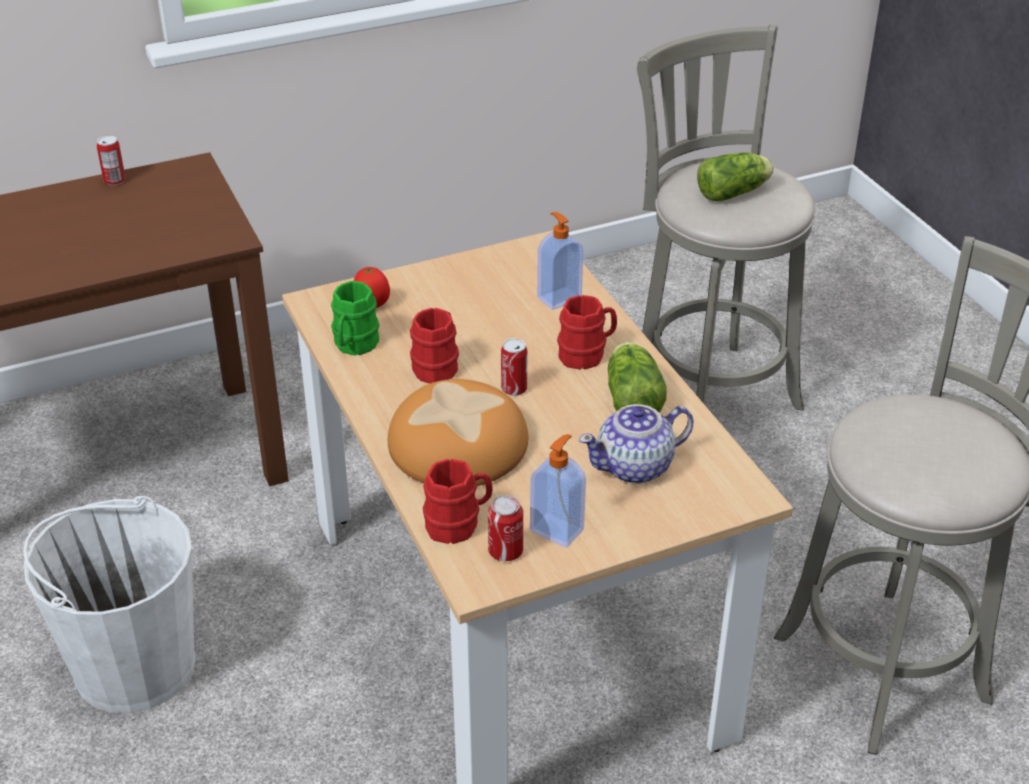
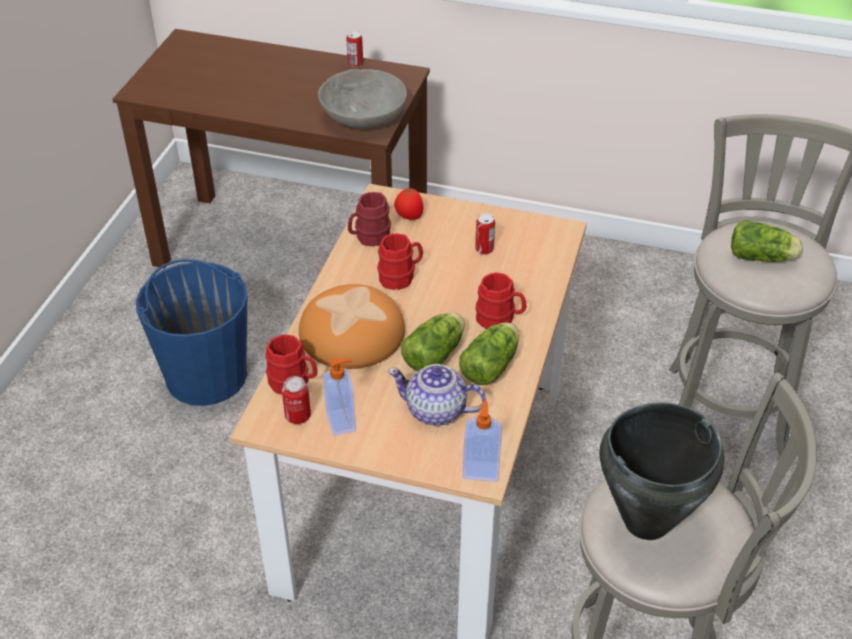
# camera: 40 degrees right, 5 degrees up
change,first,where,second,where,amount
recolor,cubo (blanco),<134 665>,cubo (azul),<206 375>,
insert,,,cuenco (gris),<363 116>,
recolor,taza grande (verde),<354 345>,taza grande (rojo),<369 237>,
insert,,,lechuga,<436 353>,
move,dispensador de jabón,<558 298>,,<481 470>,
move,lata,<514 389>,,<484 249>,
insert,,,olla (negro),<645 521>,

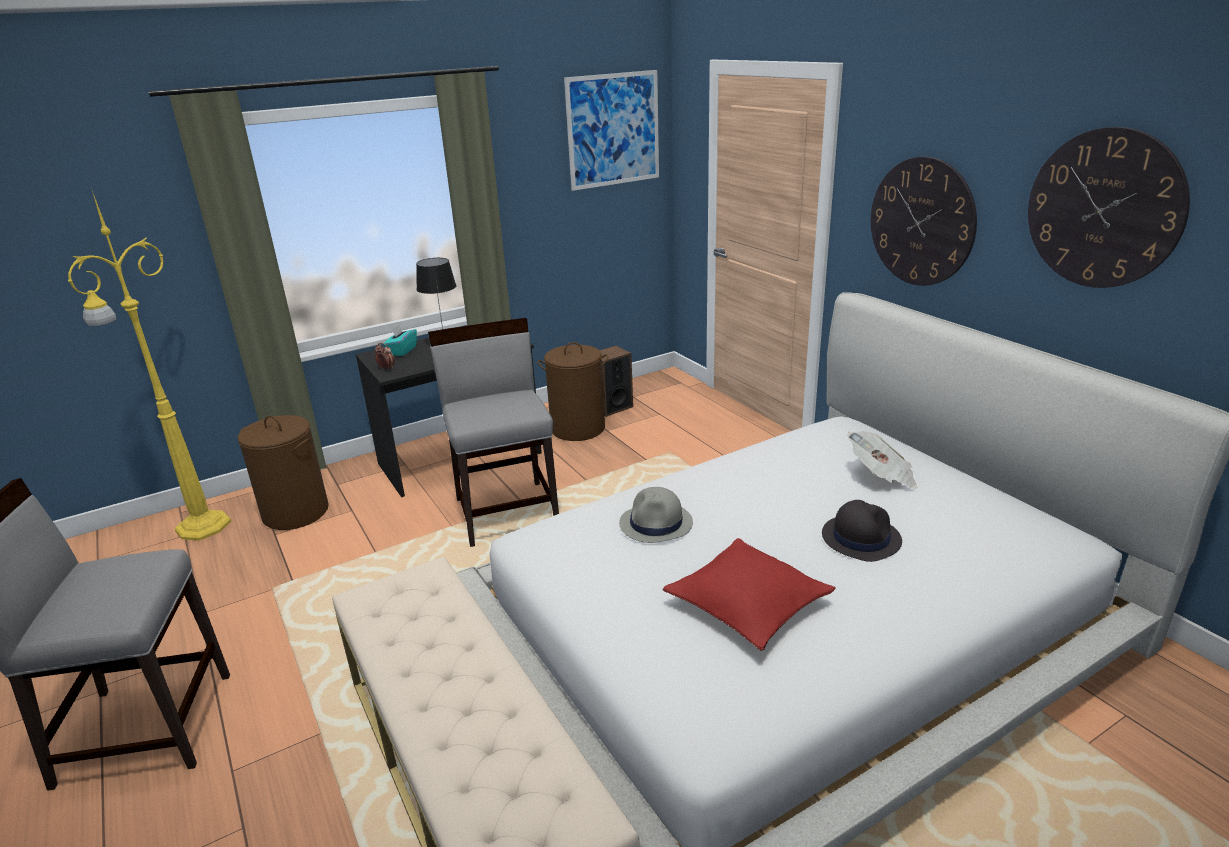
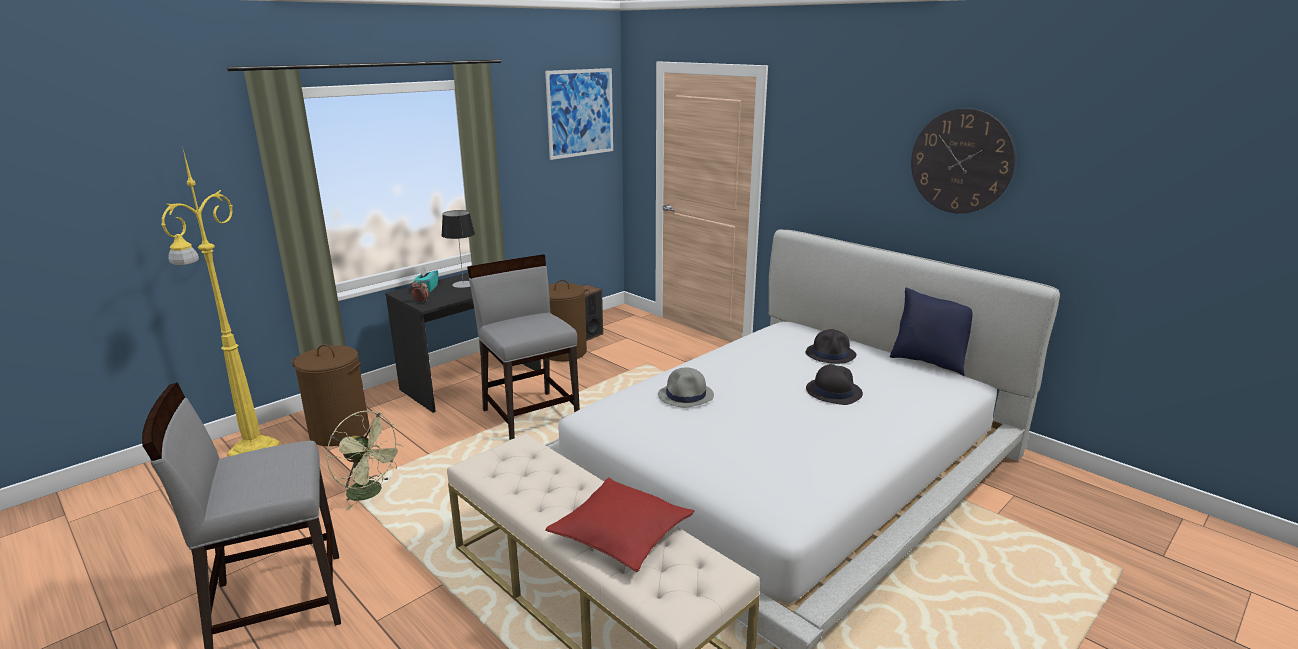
# camera: 15 degrees left, 5 degrees down
change,first,where,second,where,amount
insert,,,ventilador (verde),<371 493>,
move,cojín (rojo),<748 604>,,<621 534>,
replace,periódico,<881 476>,sombrero (negro),<831 354>,
insert,,,cojín (azul),<928 362>,
delete,reloj de pared,<921 222>,,,

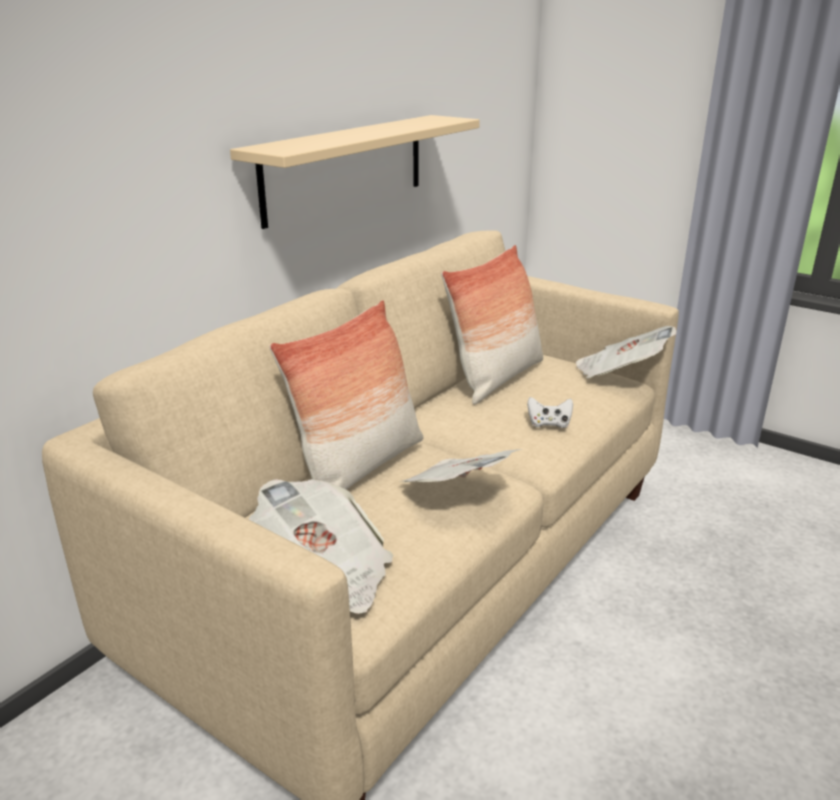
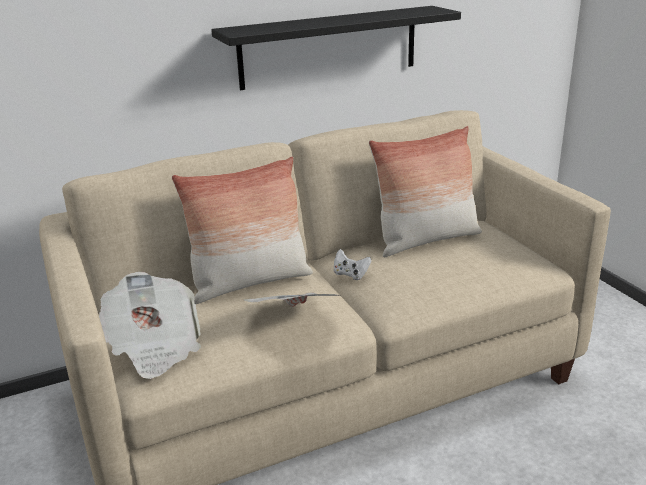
# camera: 30 degrees right, 0 degrees up
change,first,where,second,where,amount
recolor,estante (beis),<345 168>,estante (negro),<329 47>,
move,mando de consola (blanco),<549 424>,,<350 274>,
delete,periódico,<619 373>,,,

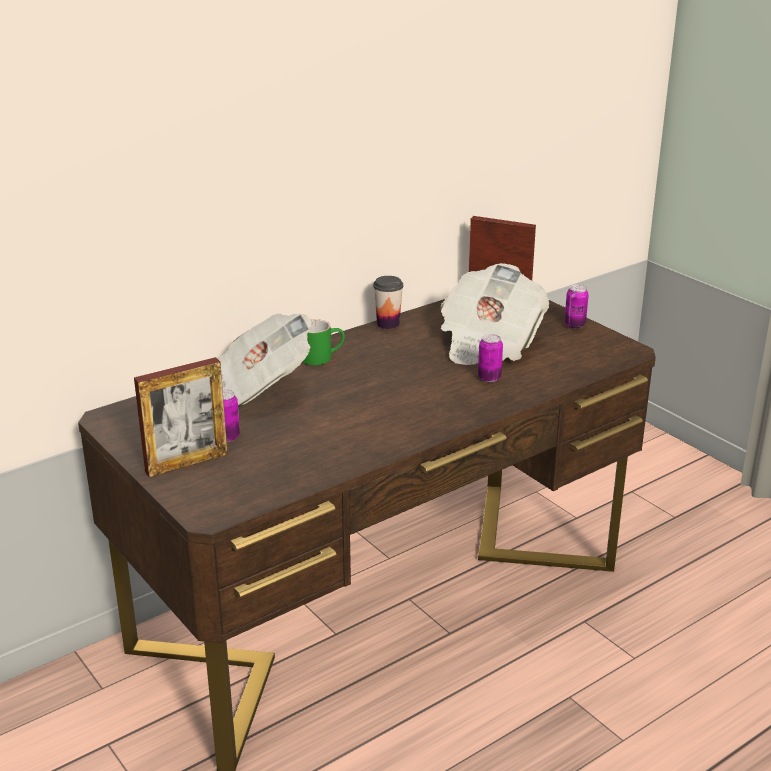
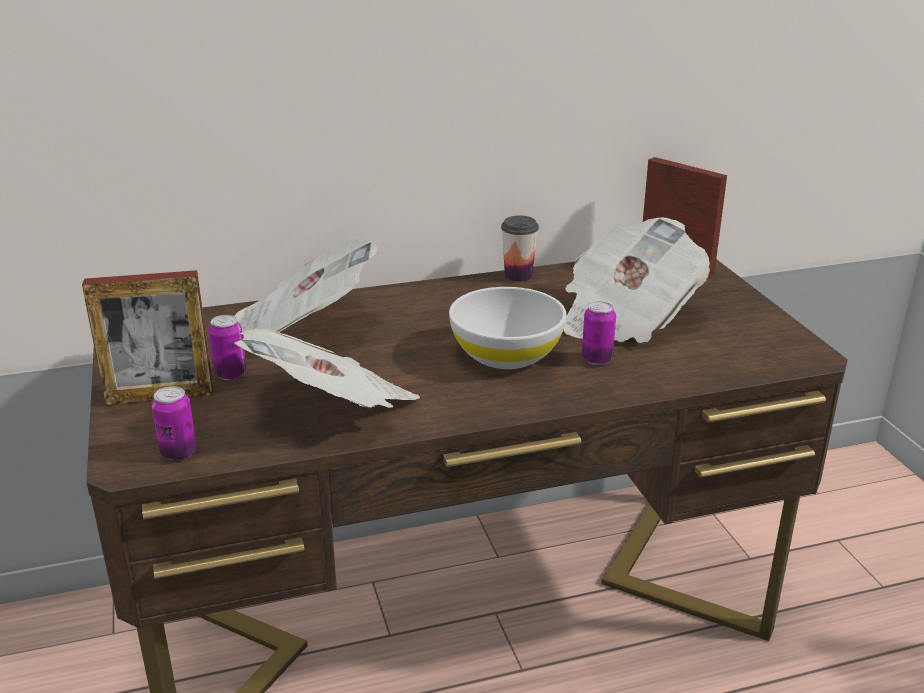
# camera: 20 degrees right, 0 degrees up
change,first,where,second,where,amount
move,lata,<574 325>,,<178 452>,
insert,,,periódico,<333 409>,
insert,,,cuenco (blanco),<507 354>,
delete,taza grande (verde),<321 357>,,,

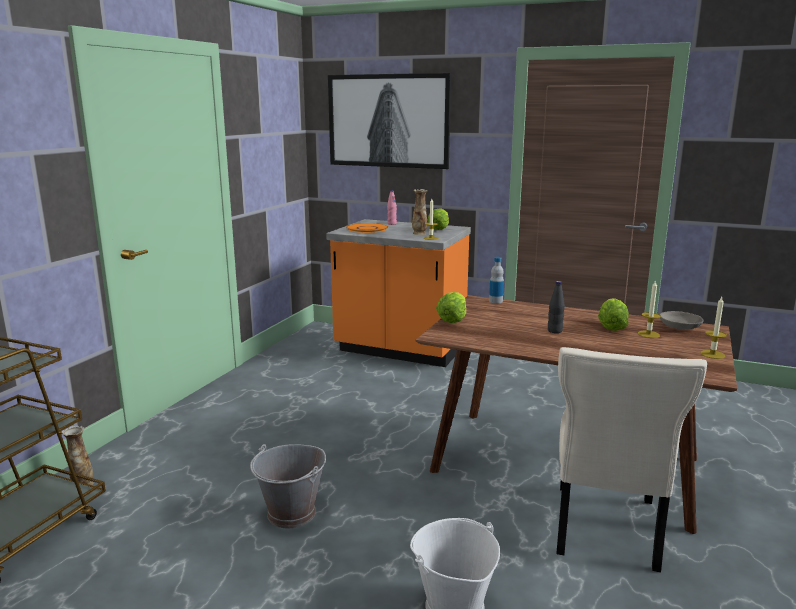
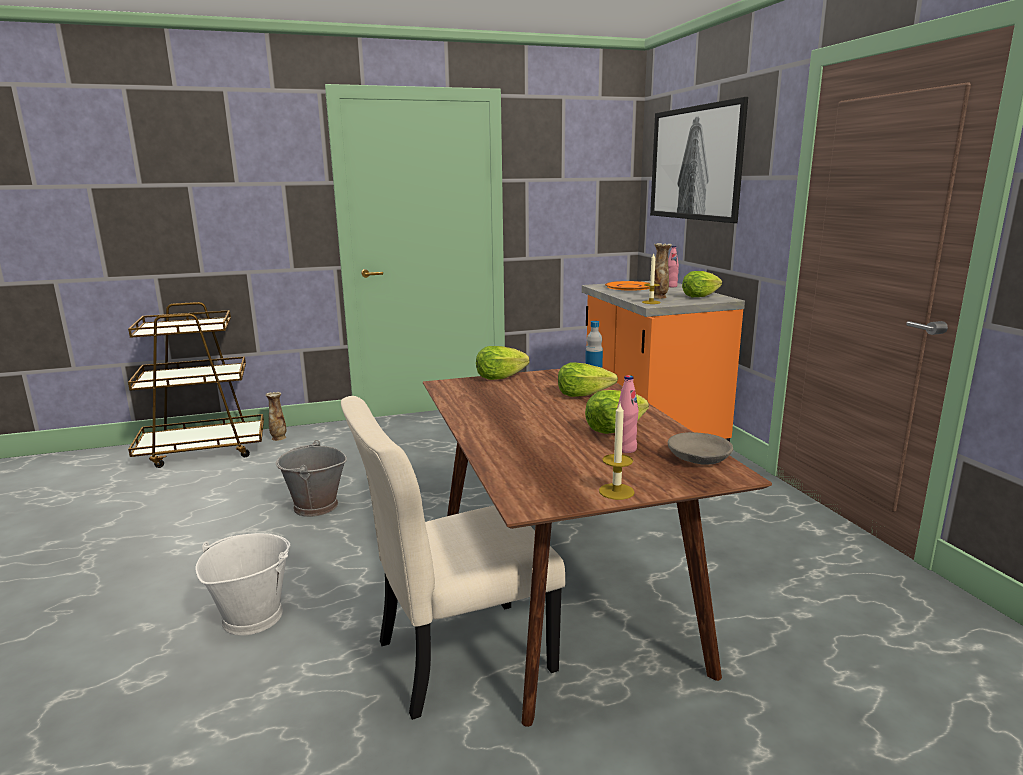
# camera: 50 degrees right, 0 degrees up
change,first,where,second,where,amount
insert,,,lechuga,<583 394>,
replace,vela,<648 334>,botella (rosa),<626 449>,
delete,botella (negro),<554 331>,,,

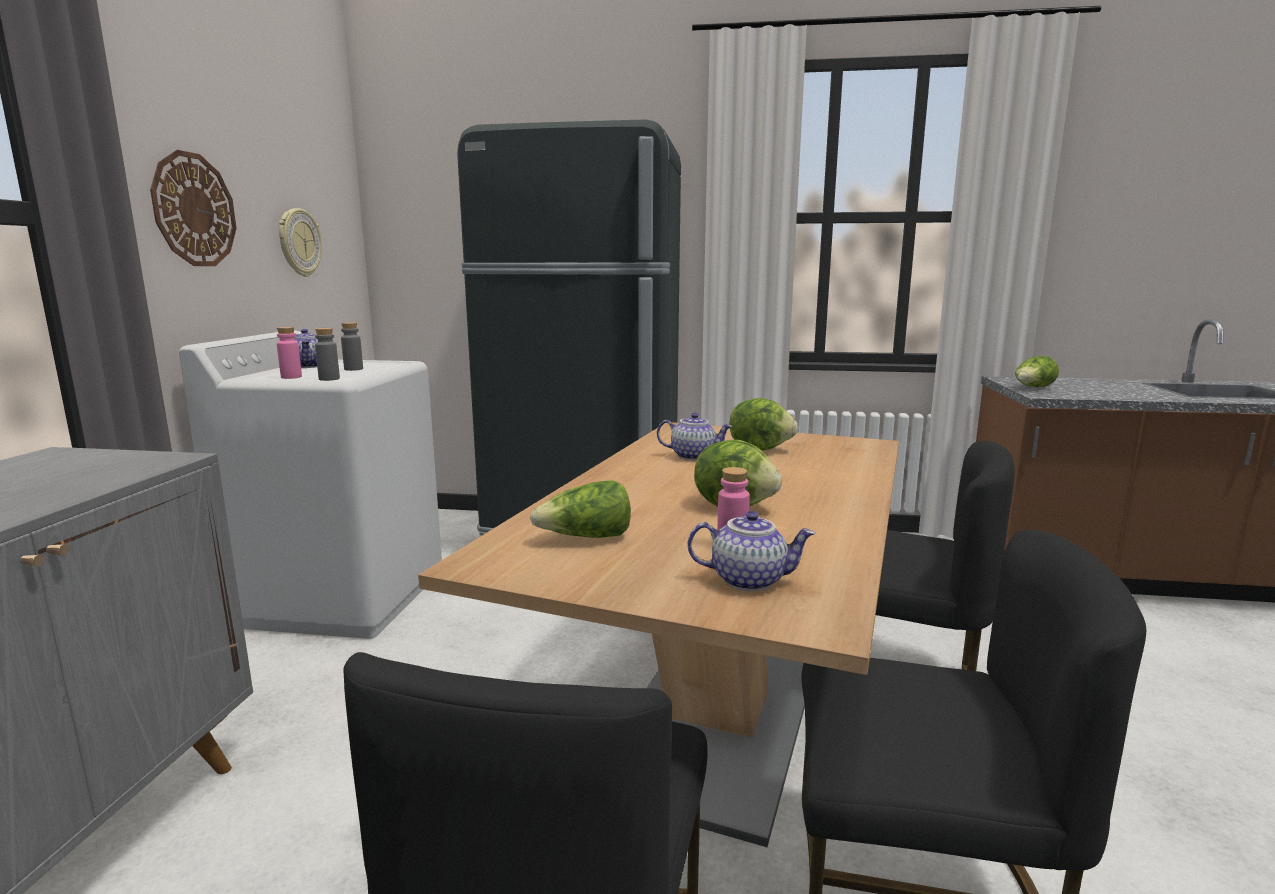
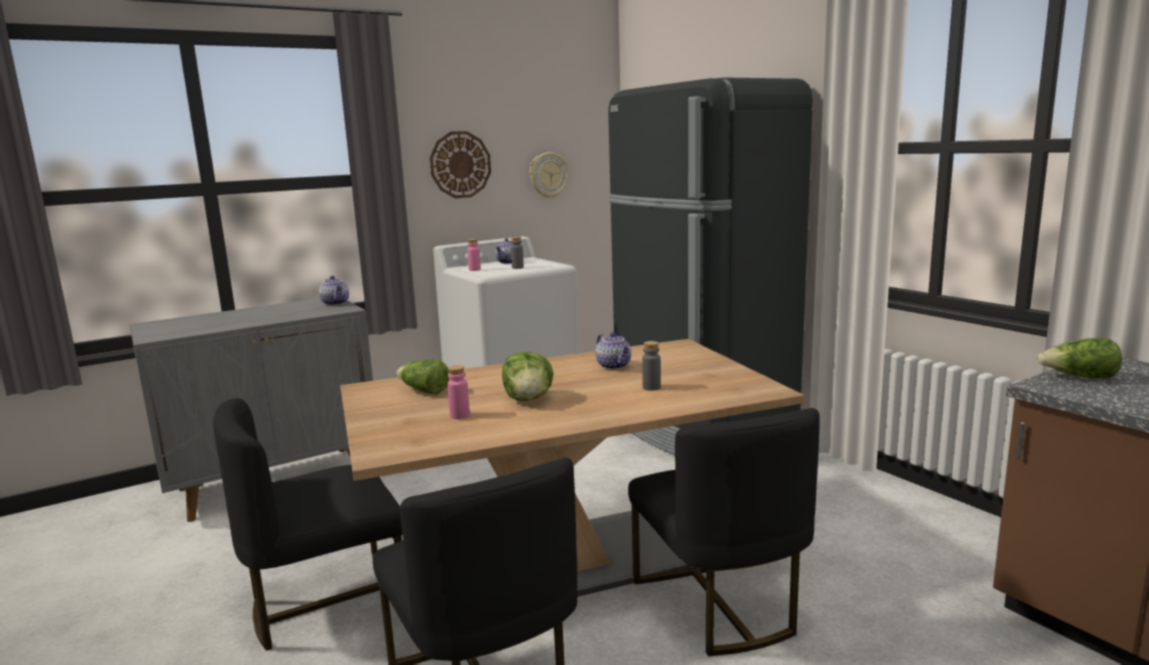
# camera: 50 degrees right, 0 degrees up
change,first,where,second,where,amount
move,tetera,<749 580>,,<336 303>,
move,botella (gris),<329 379>,,<651 387>,
delete,lechuga,<760 449>,,,

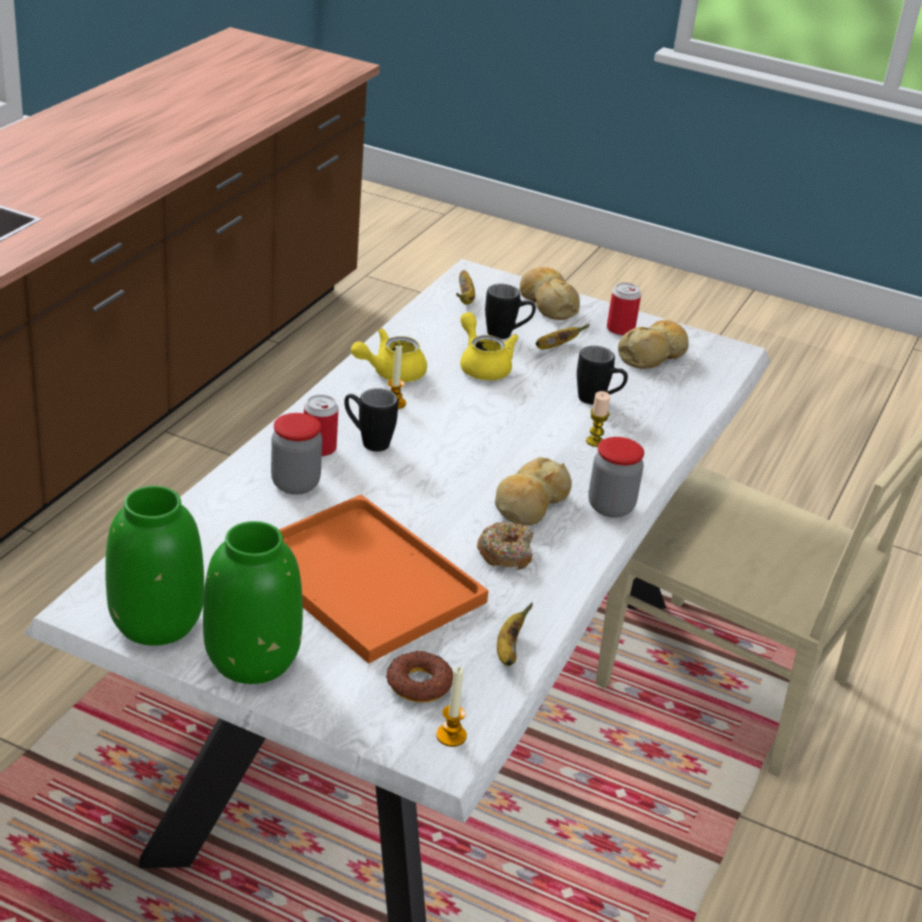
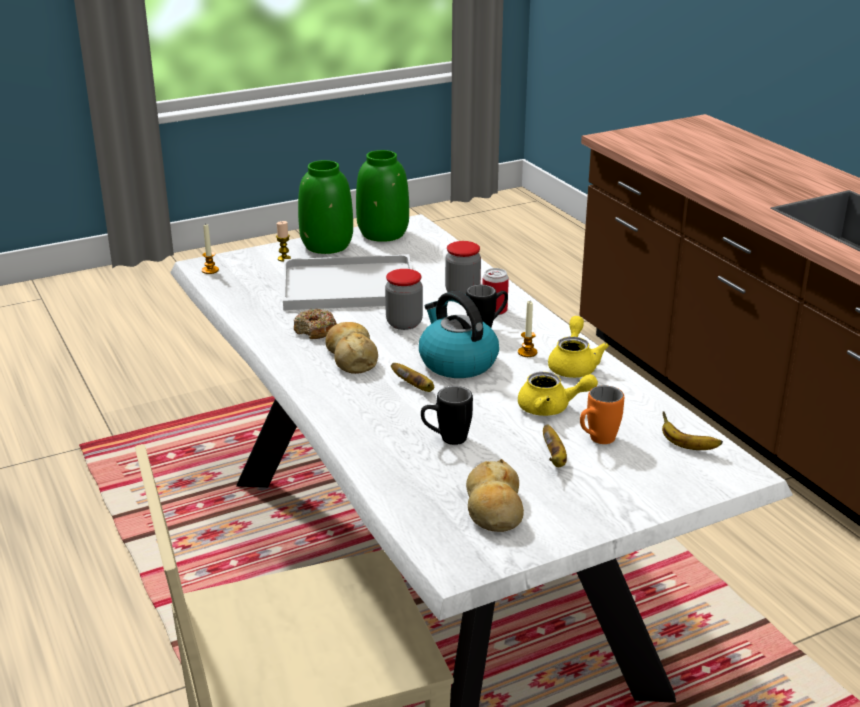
# camera: 130 degrees right, 5 degrees down
change,first,where,second,where,amount
move,vela,<595 441>,,<284 258>,
recolor,bandeja (naranja),<359 578>,bandeja (blanco),<351 285>,
move,tarro,<610 507>,,<404 323>,
move,plátano,<508 649>,,<415 387>,
insert,,,hervidor,<456 362>,
recolor,taza grande (negro),<507 335>,taza grande (naranja),<596 441>,
delete,rosquilla,<419 684>,,,
delete,pan,<548 303>,,,
delete,lata,<620 330>,,,

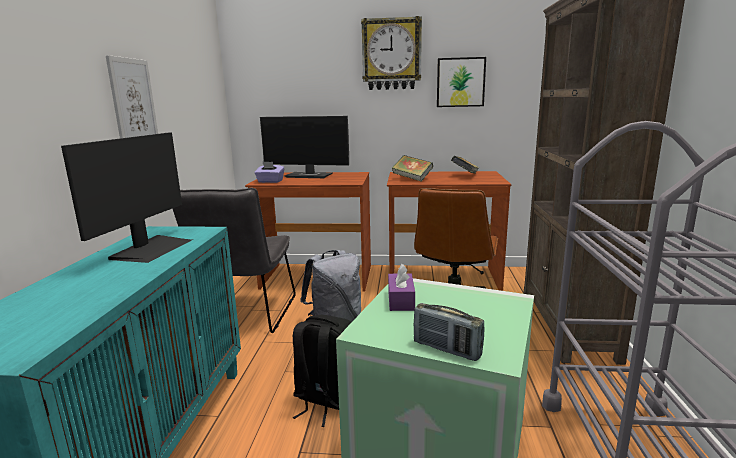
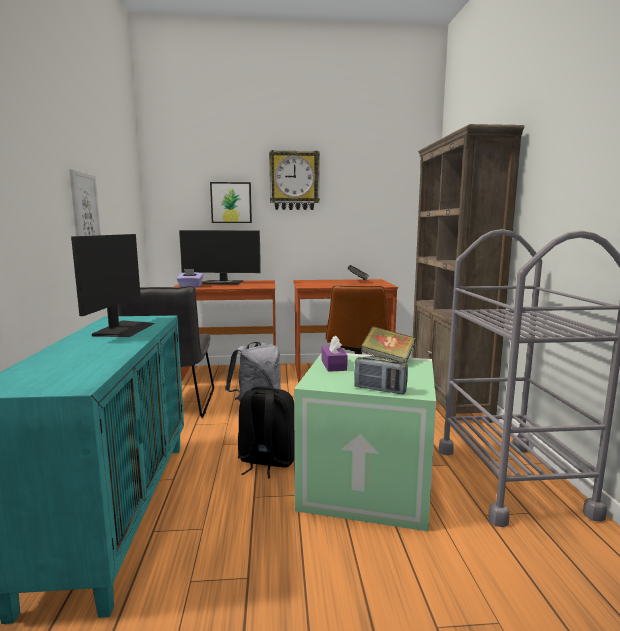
# camera: 10 degrees left, 5 degrees down
change,first,where,second,where,amount
move,cuadro,<460 82>,,<231 203>,
move,libro,<412 179>,,<388 359>,

